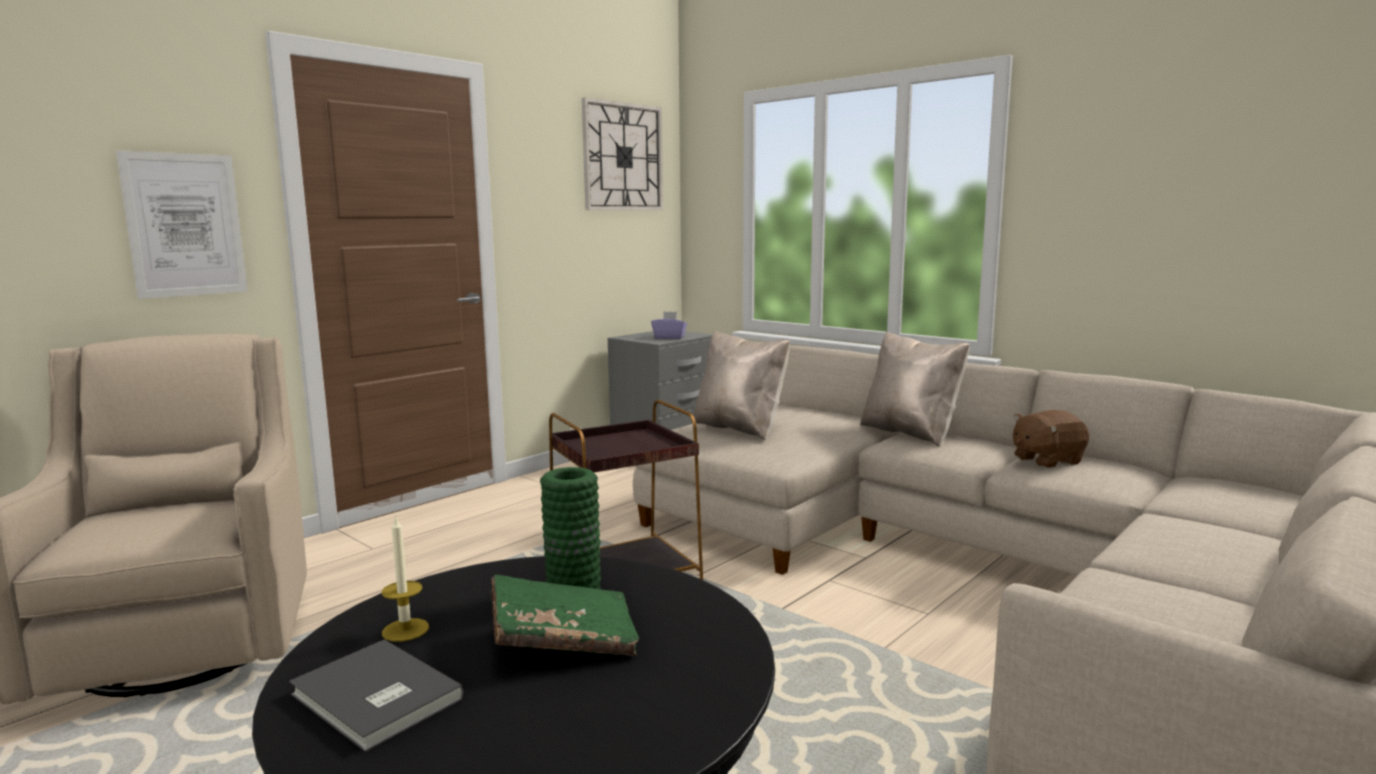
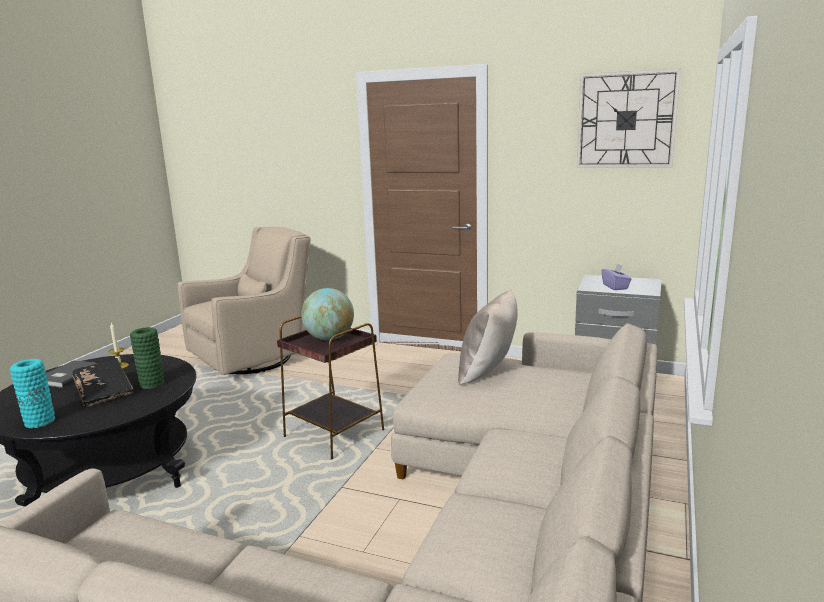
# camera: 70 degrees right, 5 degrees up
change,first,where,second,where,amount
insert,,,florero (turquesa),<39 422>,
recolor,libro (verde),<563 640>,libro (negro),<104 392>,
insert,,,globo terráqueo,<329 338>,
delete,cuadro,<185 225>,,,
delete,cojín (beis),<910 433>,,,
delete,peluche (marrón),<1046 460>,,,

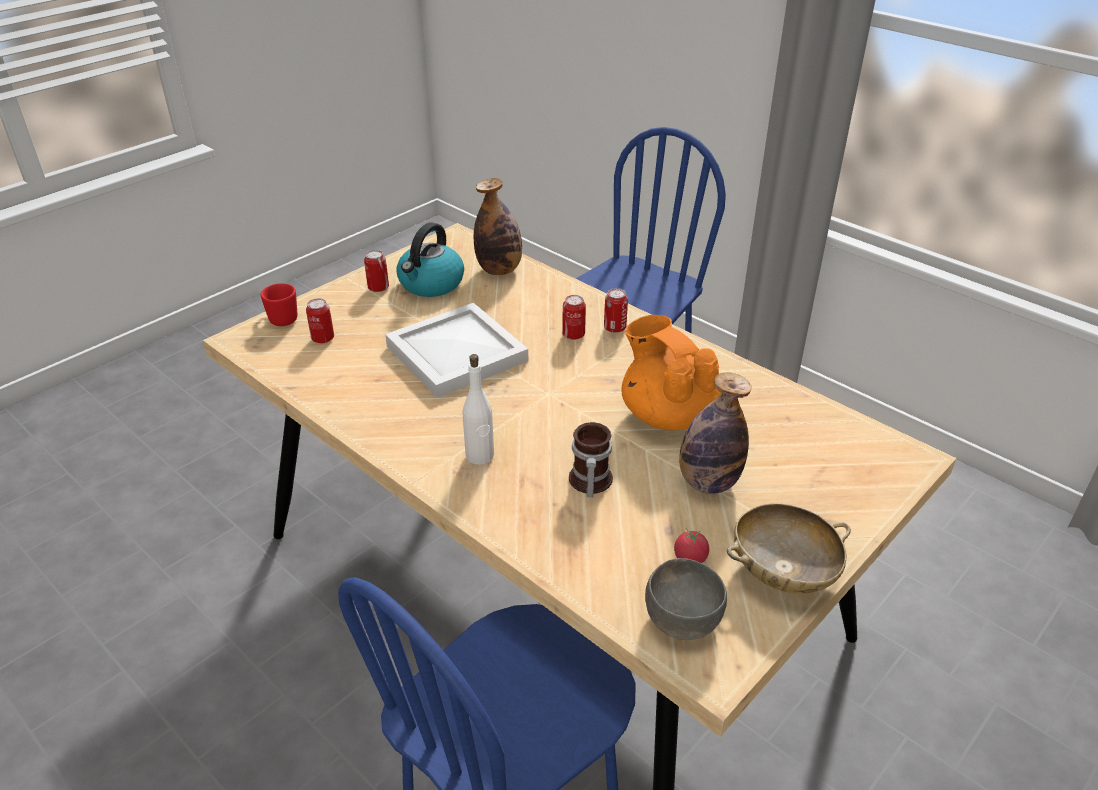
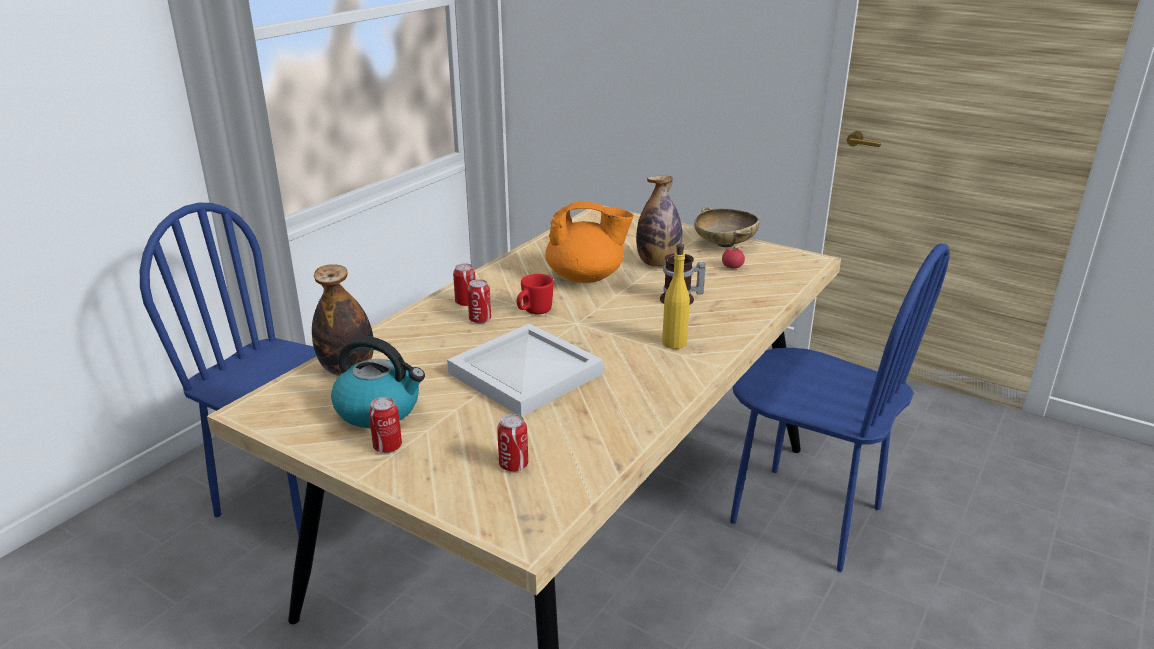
# camera: 100 degrees left, 10 degrees down
change,first,where,second,where,amount
move,taza grande (rojo),<281 318>,,<534 312>,
rotate,tetera (naranja),<668 414>,,<586 277>,135 degrees counterclockwise
recolor,botella (blanco),<480 456>,botella (amarillo),<674 343>,
delete,cuenco (gris),<682 618>,,,

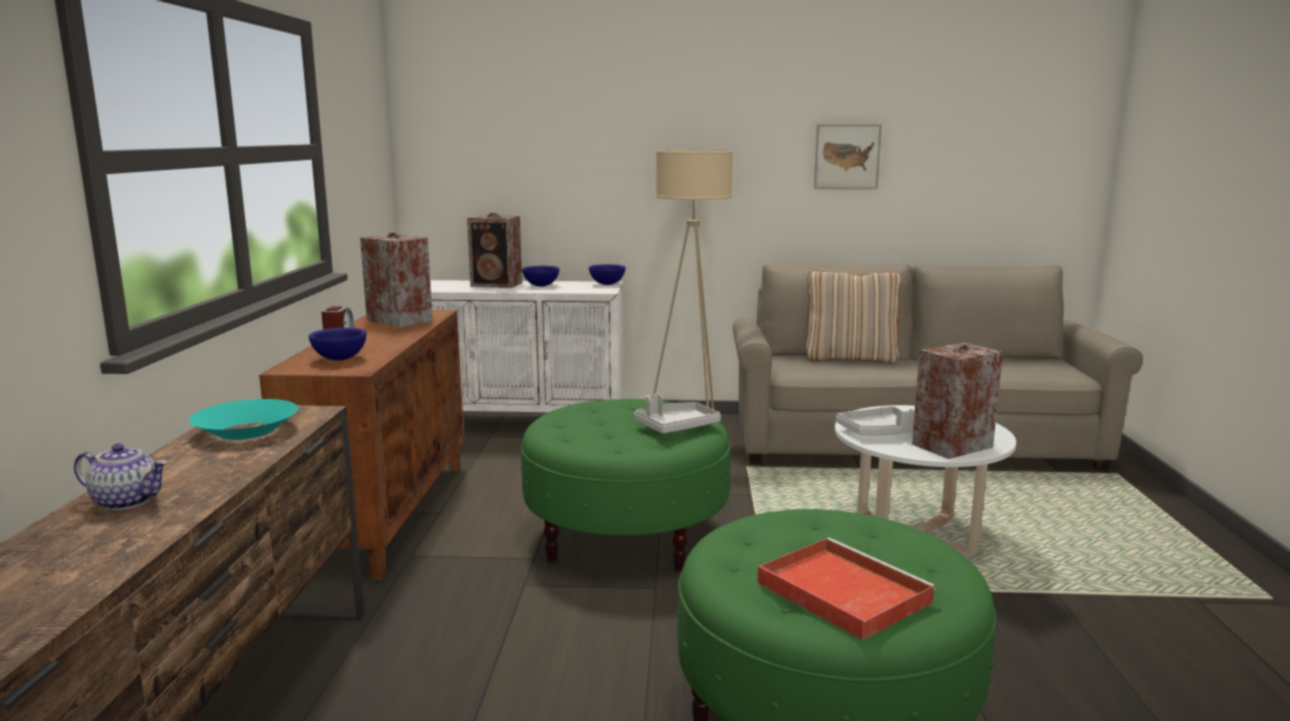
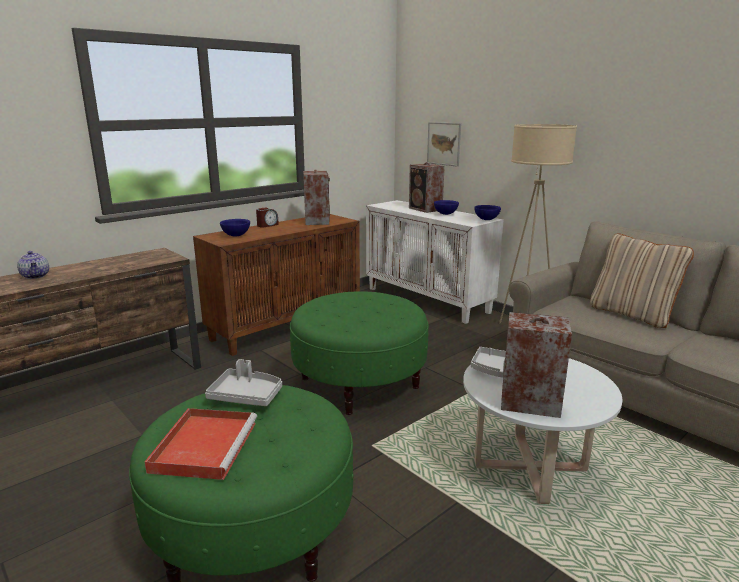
# camera: 45 degrees right, 5 degrees up
change,first,where,second,where,amount
move,bandeja (gris),<676 427>,,<246 395>,
move,cuadro,<847 156>,,<444 144>,
delete,cuenco (turquesa),<246 431>,,,

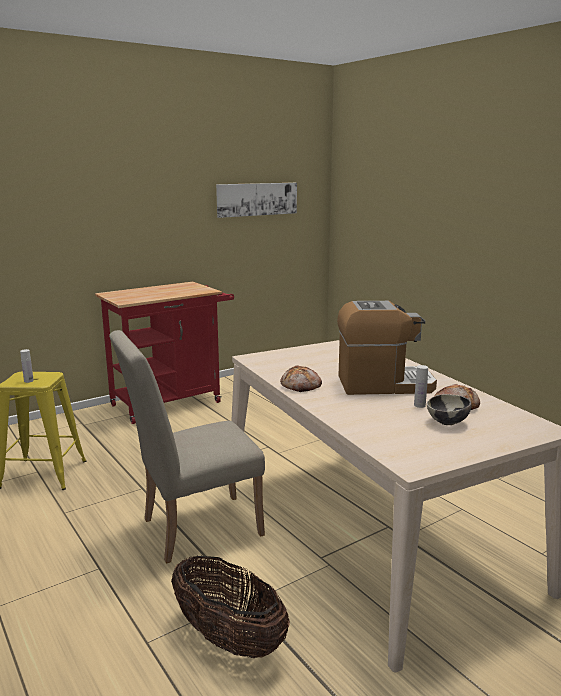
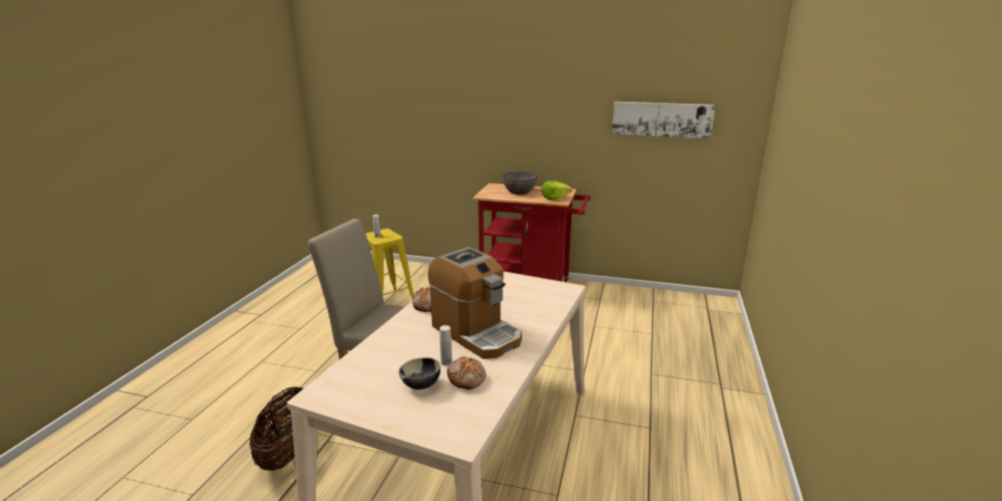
# camera: 50 degrees right, 5 degrees up
change,first,where,second,where,amount
insert,,,cuenco (gris),<519 191>,
insert,,,lechuga,<554 198>,

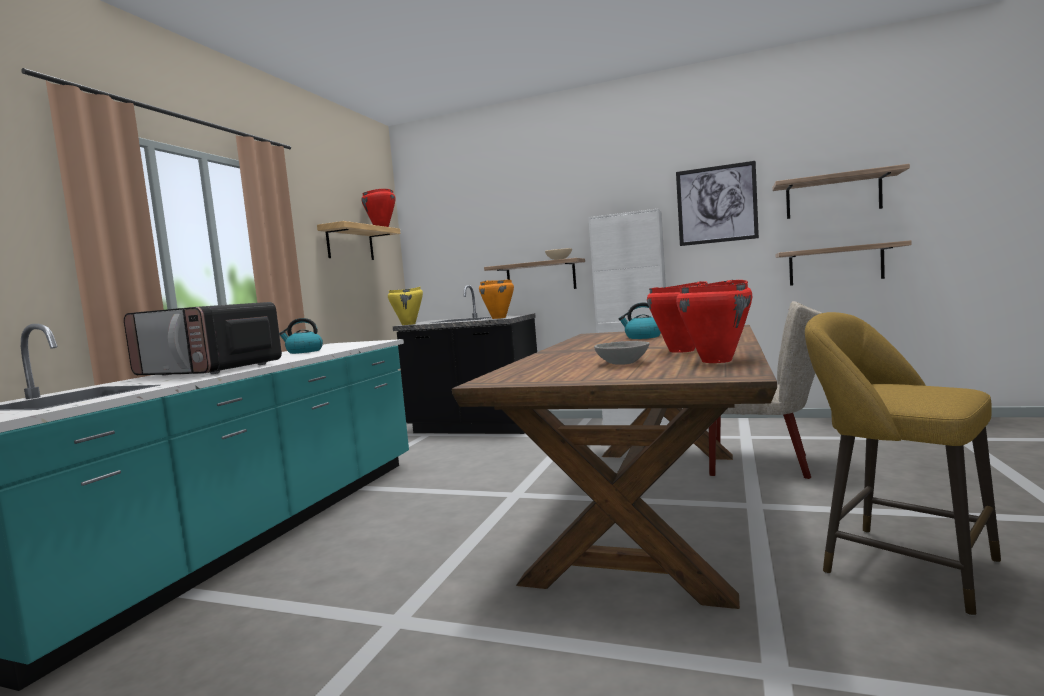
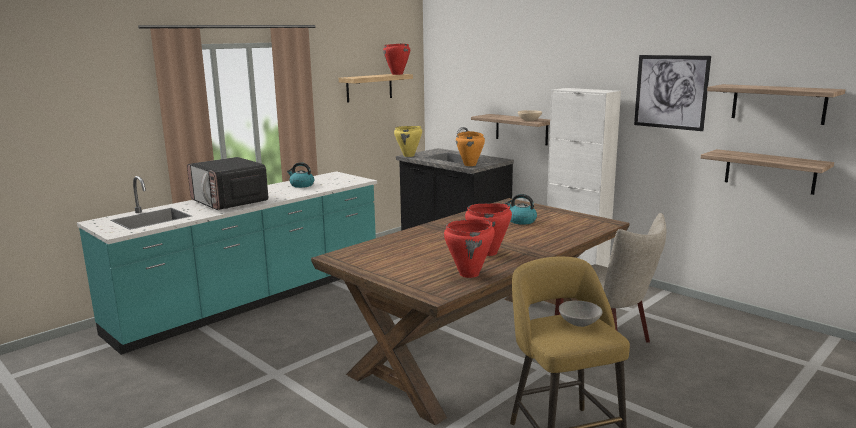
# camera: 25 degrees right, 10 degrees up
change,first,where,second,where,amount
move,cuenco (gris),<622 363>,,<579 323>,

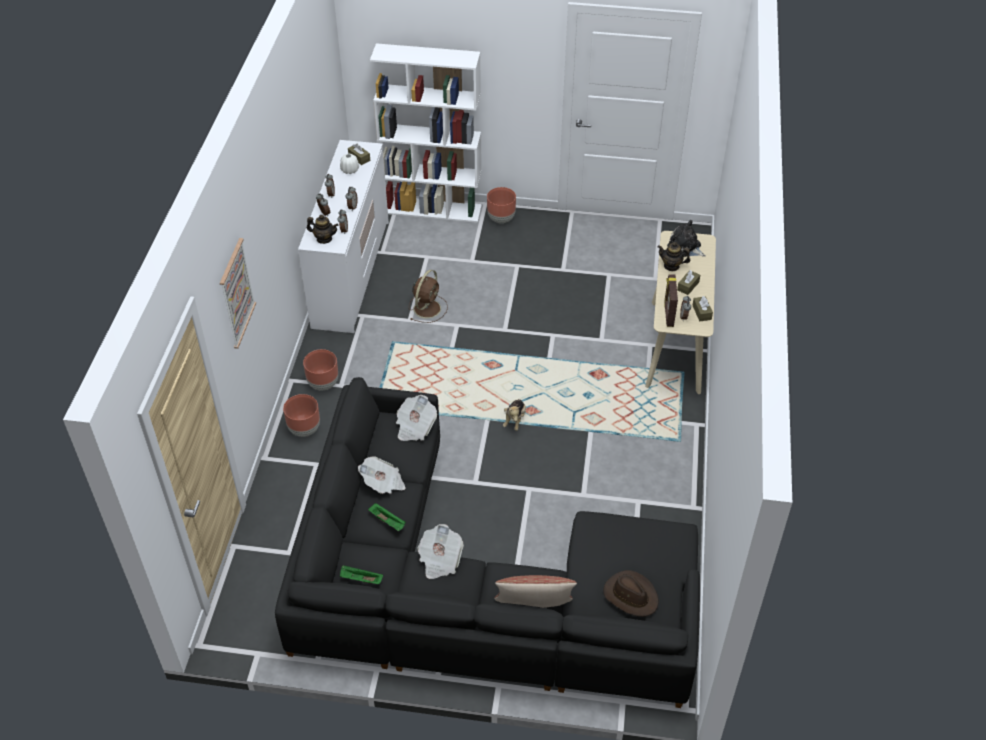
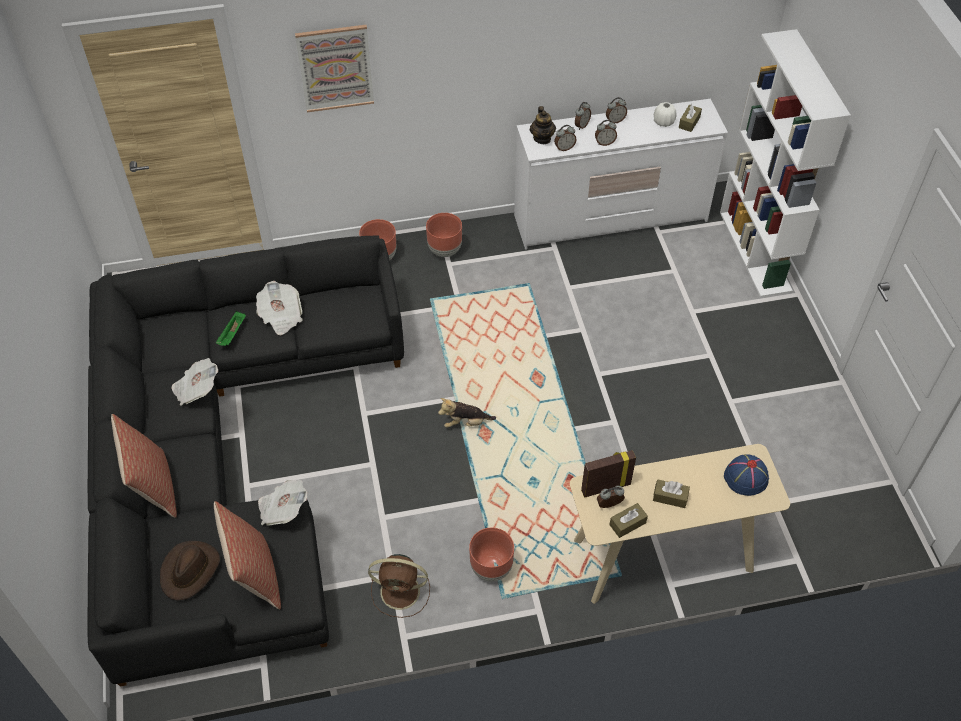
# camera: 70 degrees right, 5 degrees up
change,first,where,second,where,amount
insert,,,cojín,<254 575>,
move,periódico,<415 427>,,<283 510>,
move,ventilador (marrón),<427 308>,,<402 591>,
move,maceta (marrón),<501 218>,,<492 568>,
replace,peluche,<685 247>,sombrero (azul),<745 477>,
delete,bandeja (verde),<360 579>,,,
delete,tetera,<671 266>,,,

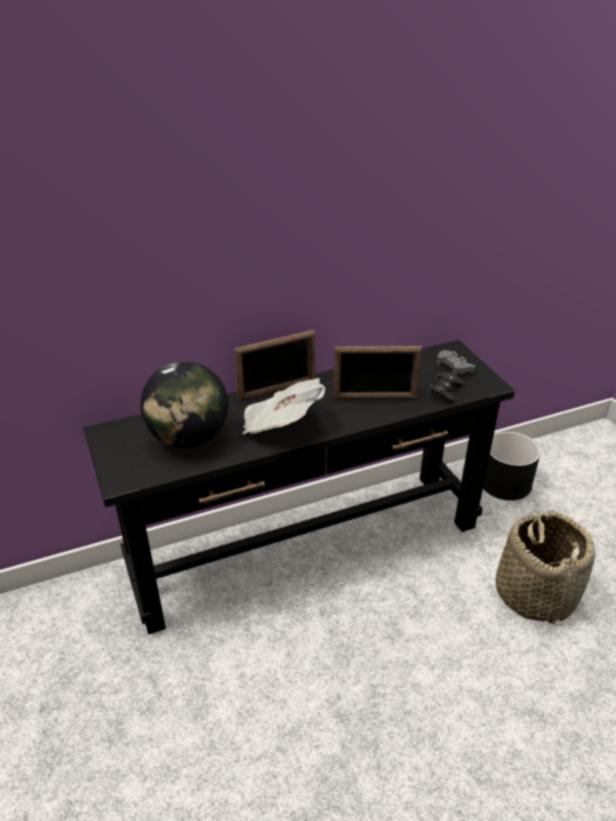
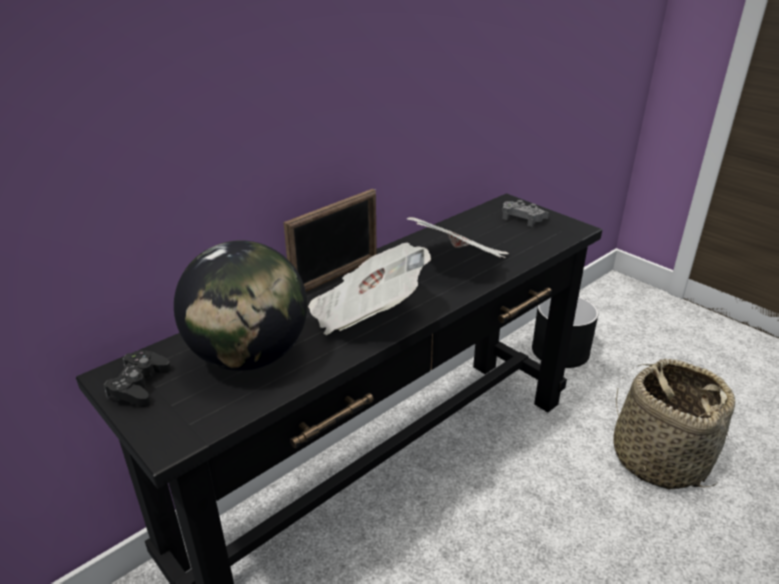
# camera: 20 degrees left, 5 degrees down
change,first,where,second,where,amount
move,mando de consola (negro),<445 392>,,<139 385>,
replace,portarretratos,<374 398>,periódico,<460 263>,

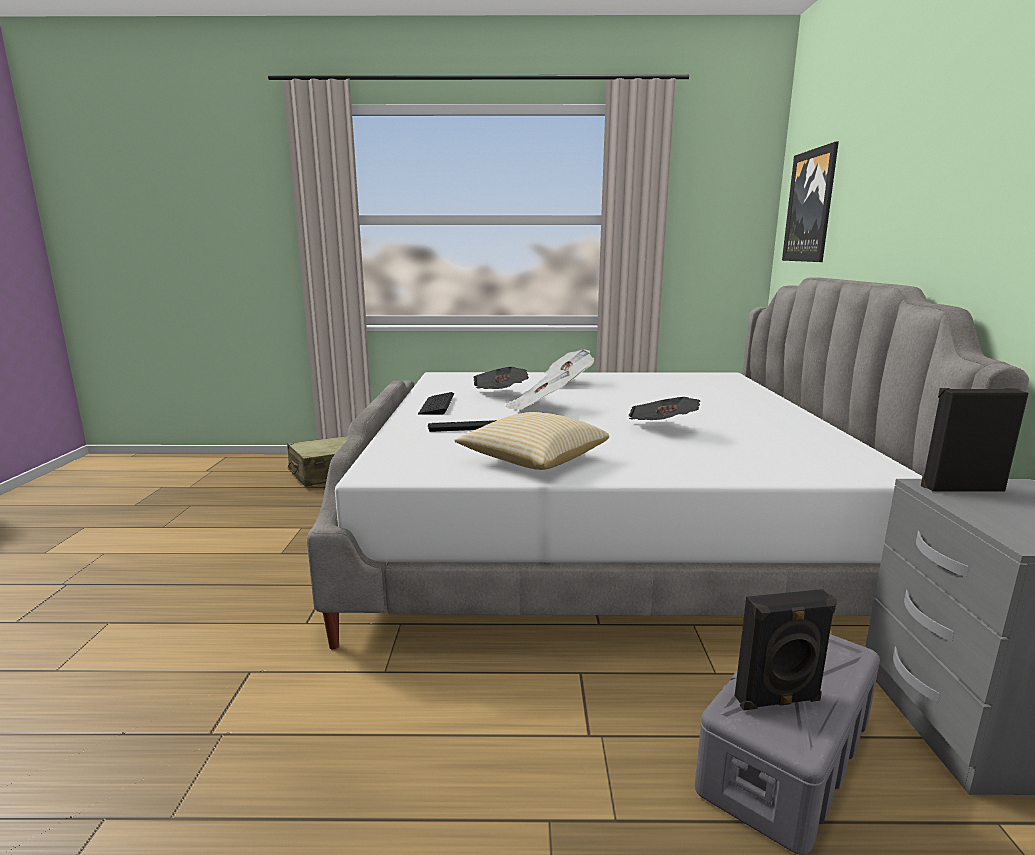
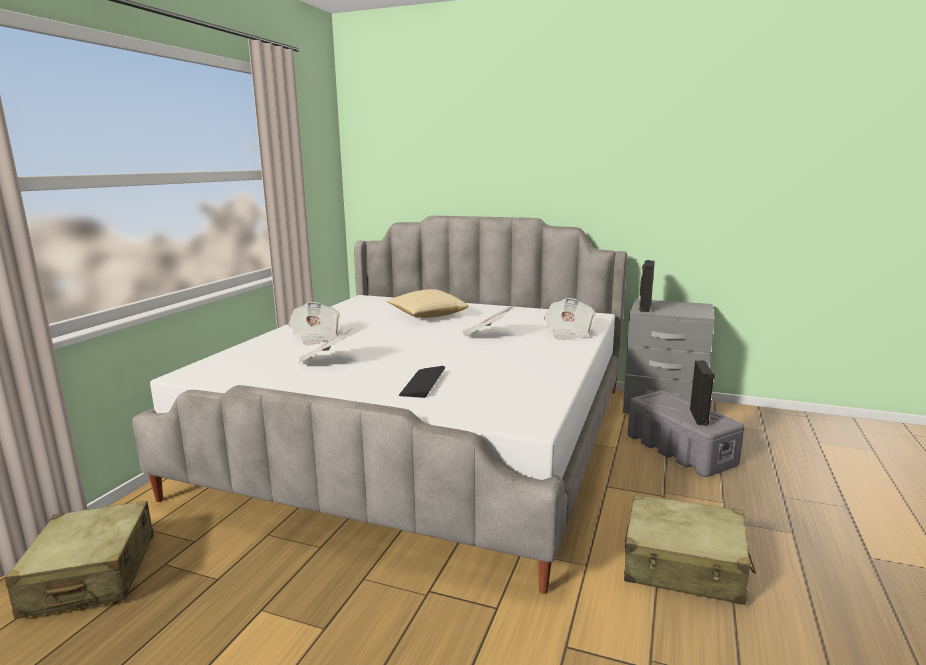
# camera: 70 degrees left, 0 degrees up
change,first,where,second,where,amount
move,cojín,<533 460>,,<427 316>,
move,periódico,<538 408>,,<568 333>,
insert,,,maleta (beis),<683 565>,
delete,teclado,<437 405>,,,
delete,cuadro,<810 206>,,,

